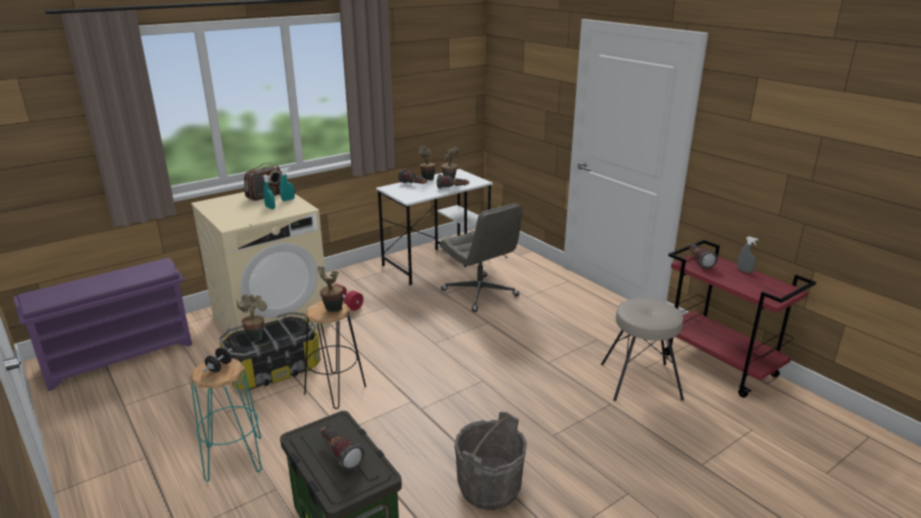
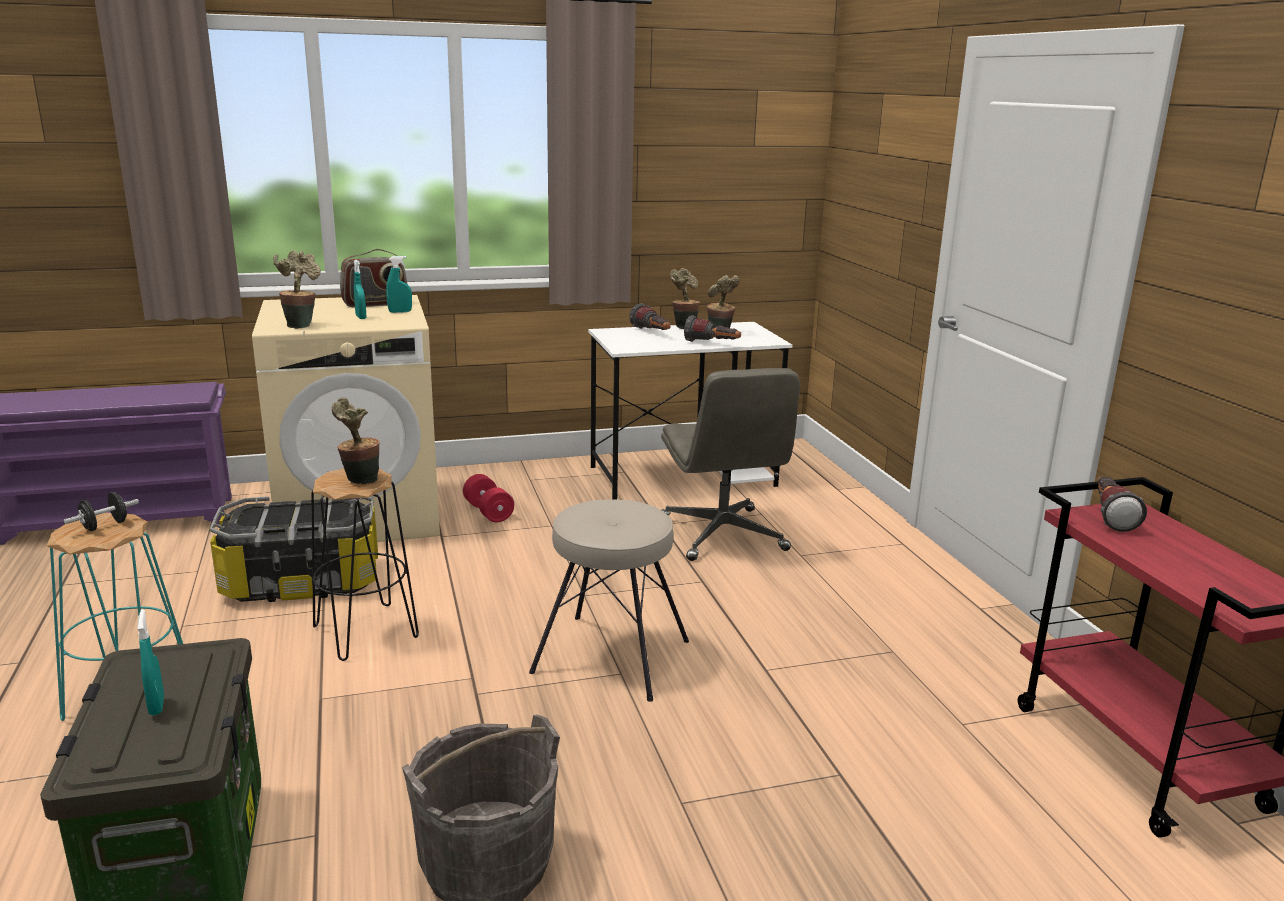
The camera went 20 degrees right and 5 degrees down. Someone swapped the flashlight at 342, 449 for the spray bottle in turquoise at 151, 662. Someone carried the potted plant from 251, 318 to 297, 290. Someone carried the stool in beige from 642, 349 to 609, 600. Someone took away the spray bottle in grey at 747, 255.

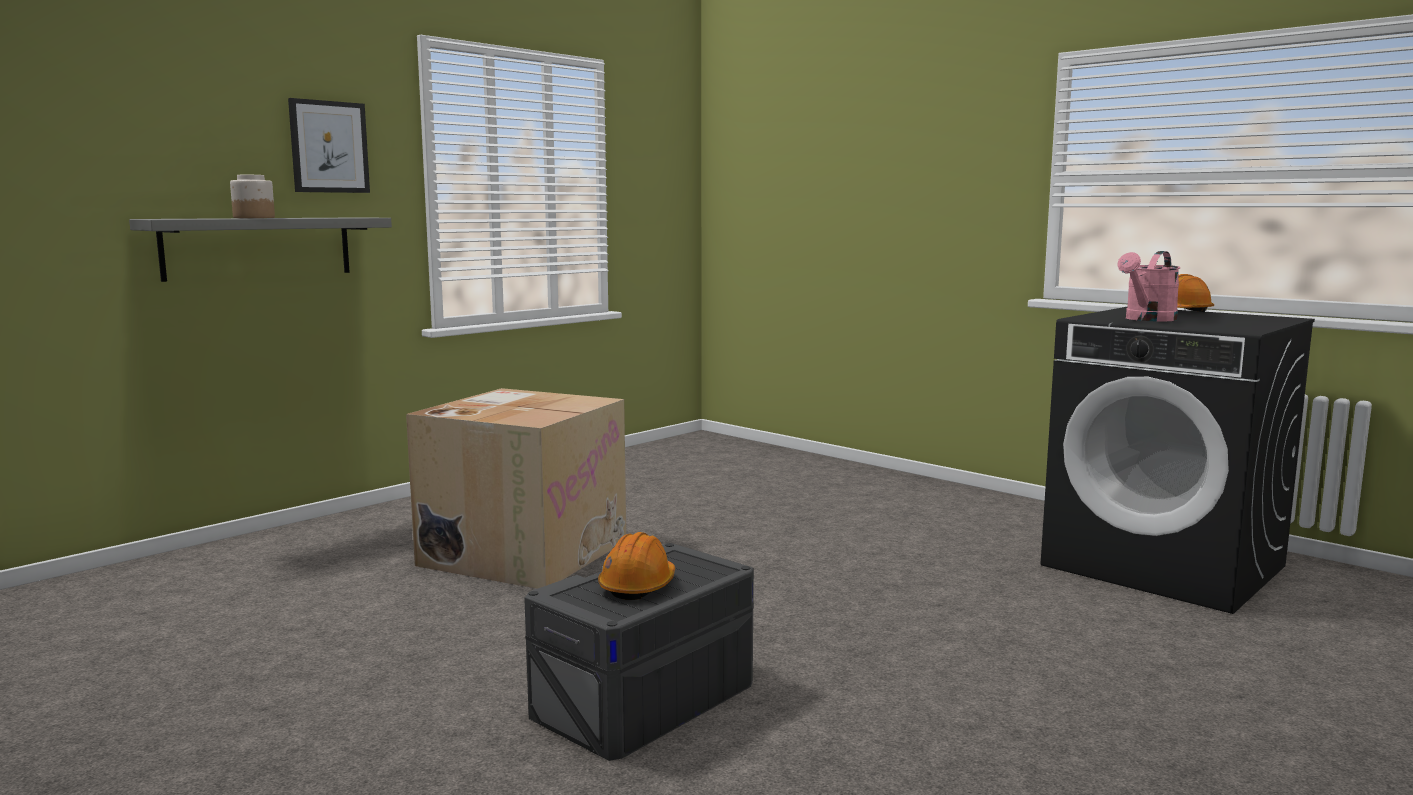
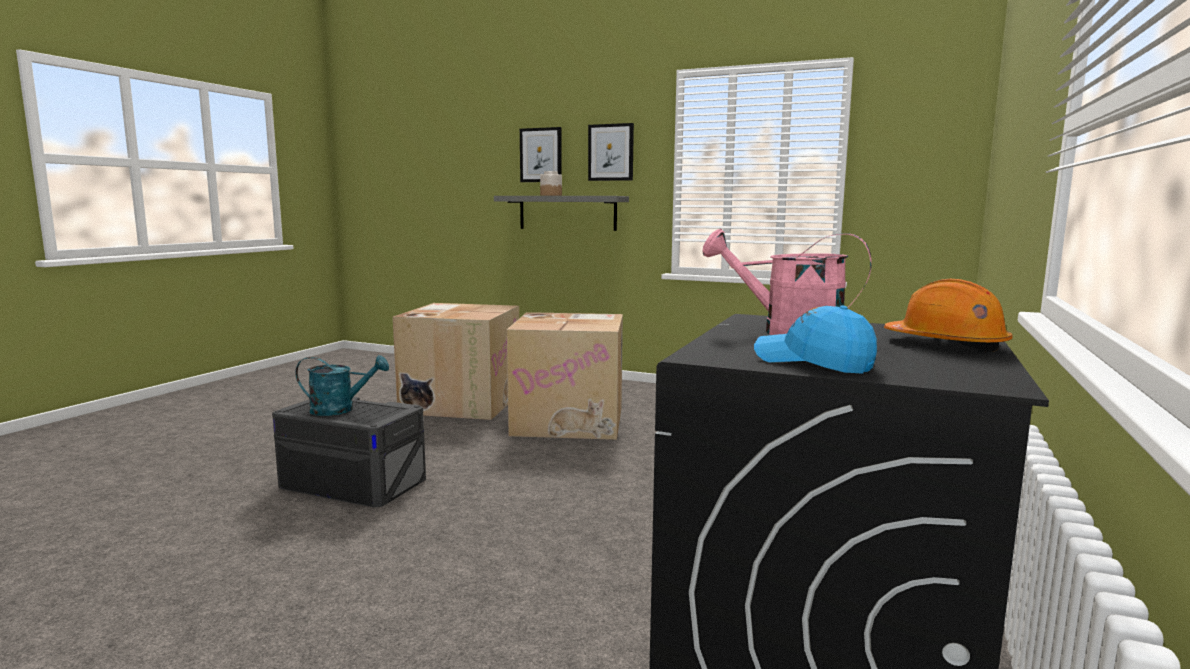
The camera went 70 degrees right and 0 degrees up. Someone swapped the hard hat in orange at 636, 566 for the watering can in turquoise at 342, 385. Someone put down the cardboard box at 456, 361. Someone put up the picture at 541, 154. Someone put down the cap in blue at 815, 339.

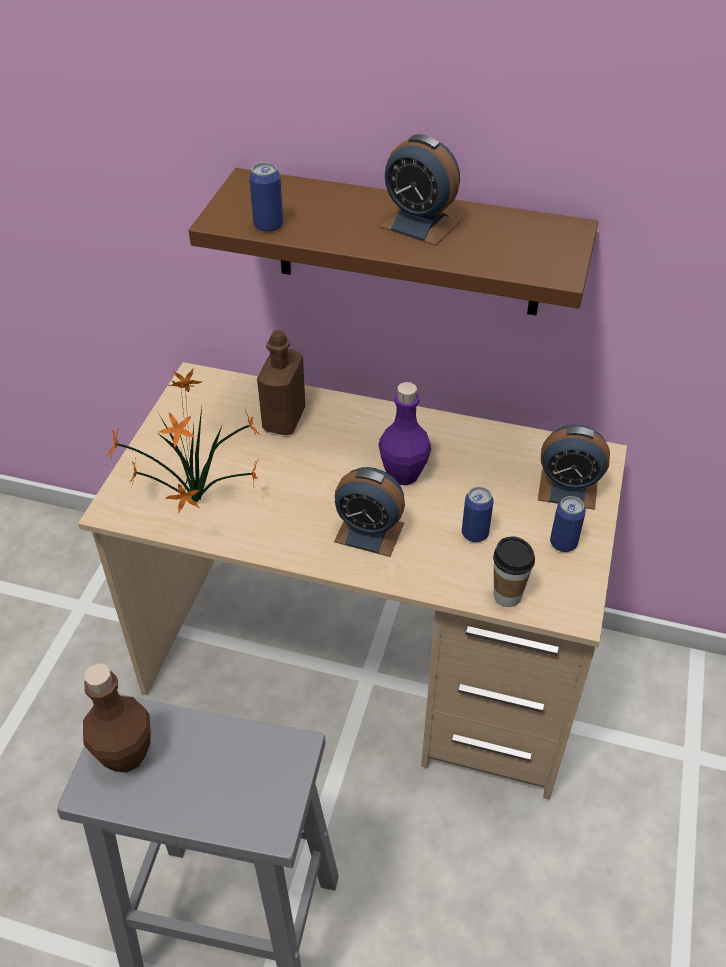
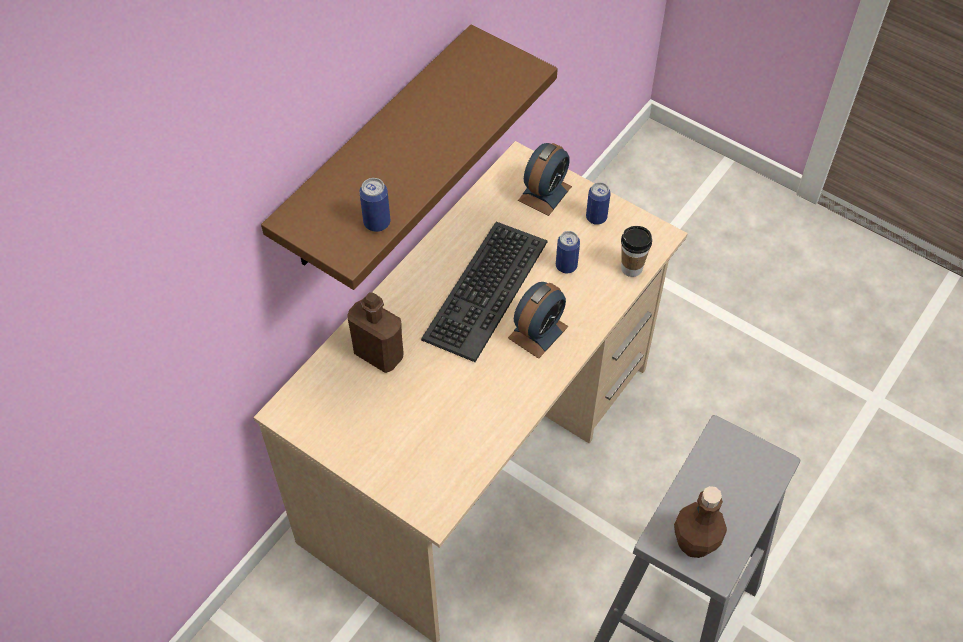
The camera went 70 degrees left and 10 degrees up. Someone swapped the bottle in purple at 404, 433 for the keyboard at 484, 292. Someone took away the potted plant at 183, 441. Someone took away the alarm clock at 420, 190.

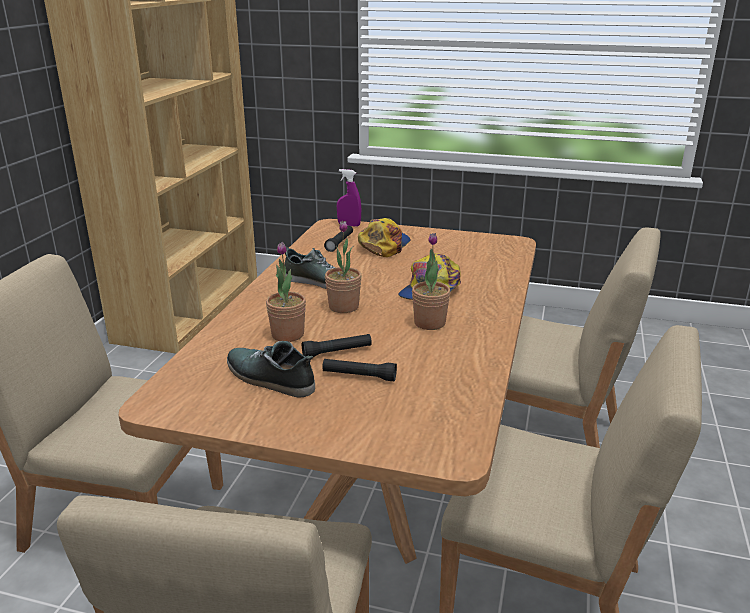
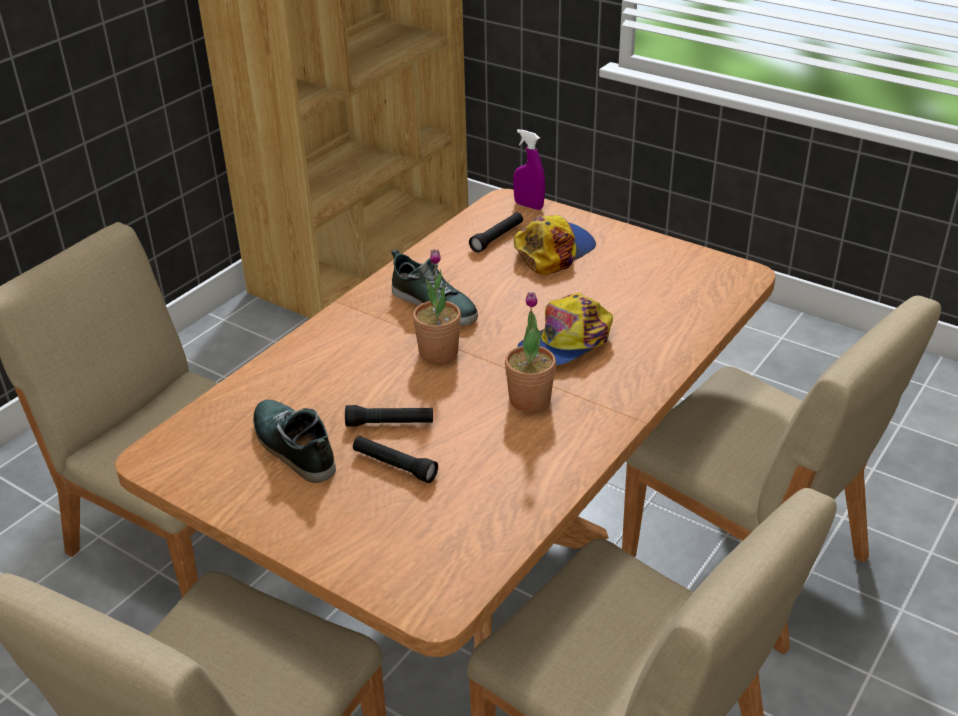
The camera went 20 degrees right and 10 degrees up. Someone took away the potted plant at 286, 292.

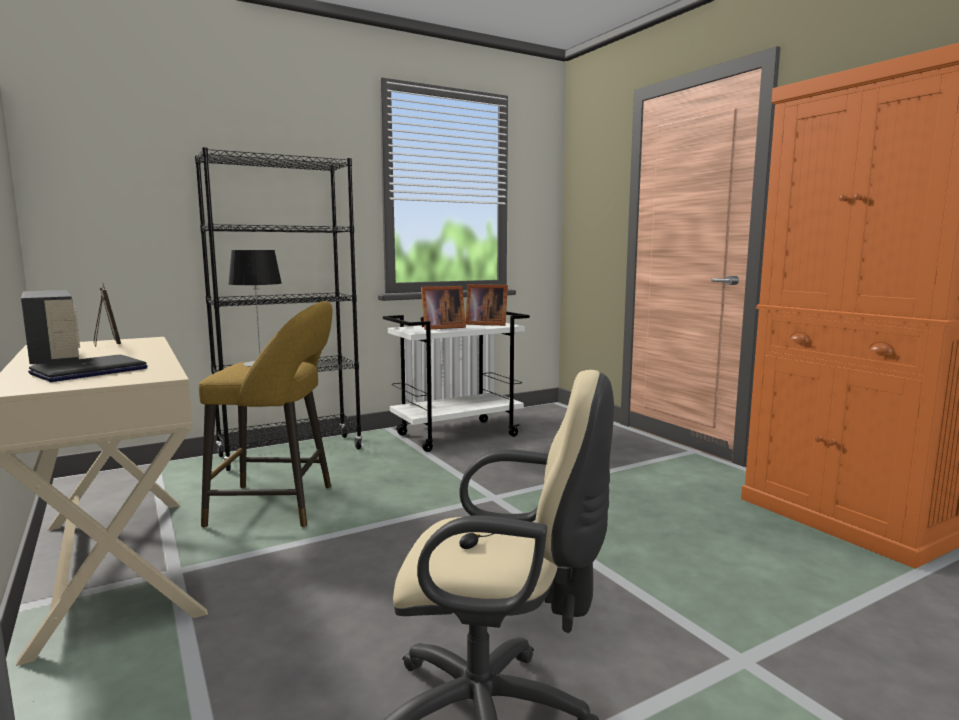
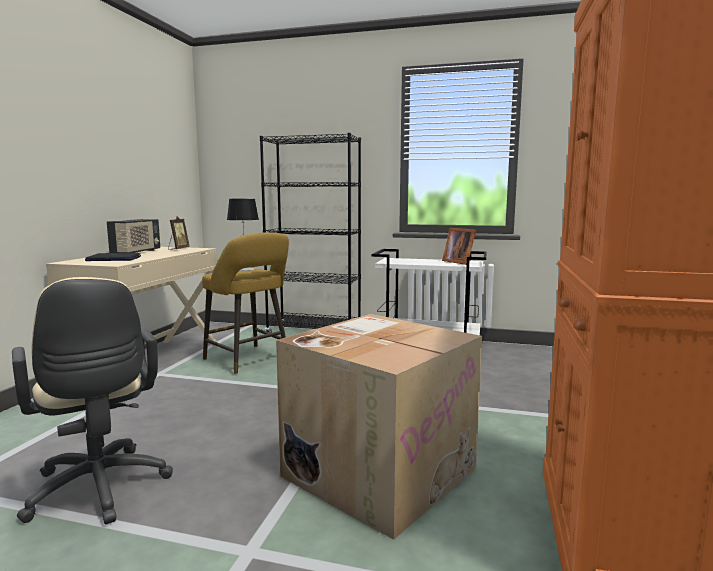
The camera went 45 degrees right and 0 degrees up. Someone put down the cardboard box at 379, 427. Someone took away the picture frame at 443, 308.

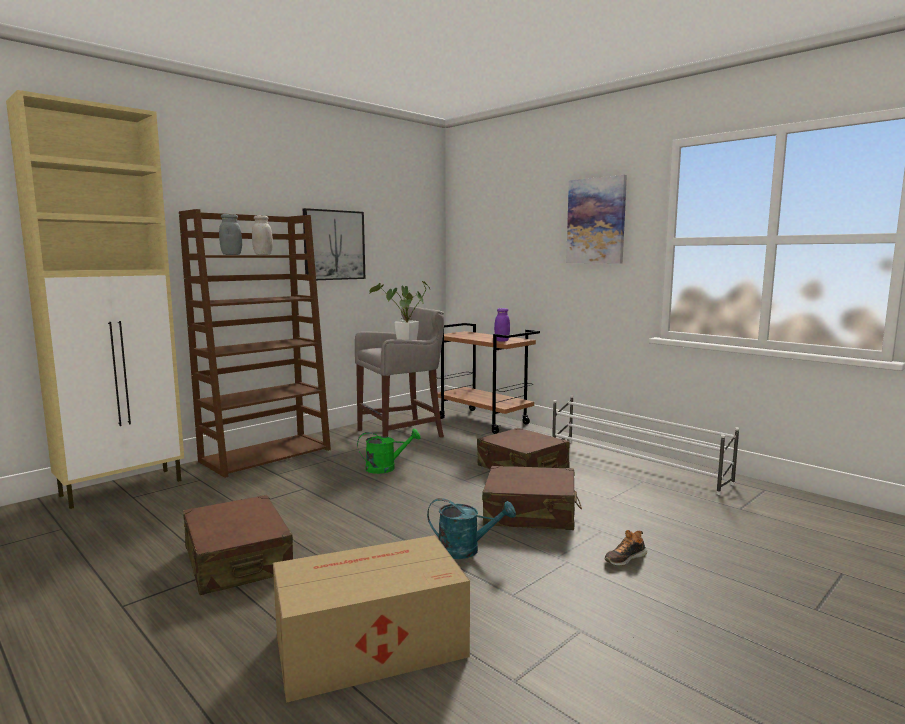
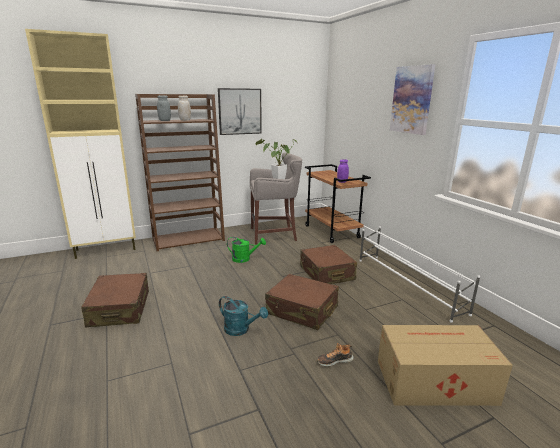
The camera went 20 degrees right and 10 degrees up. Someone carried the cardboard box from 371, 619 to 445, 365.

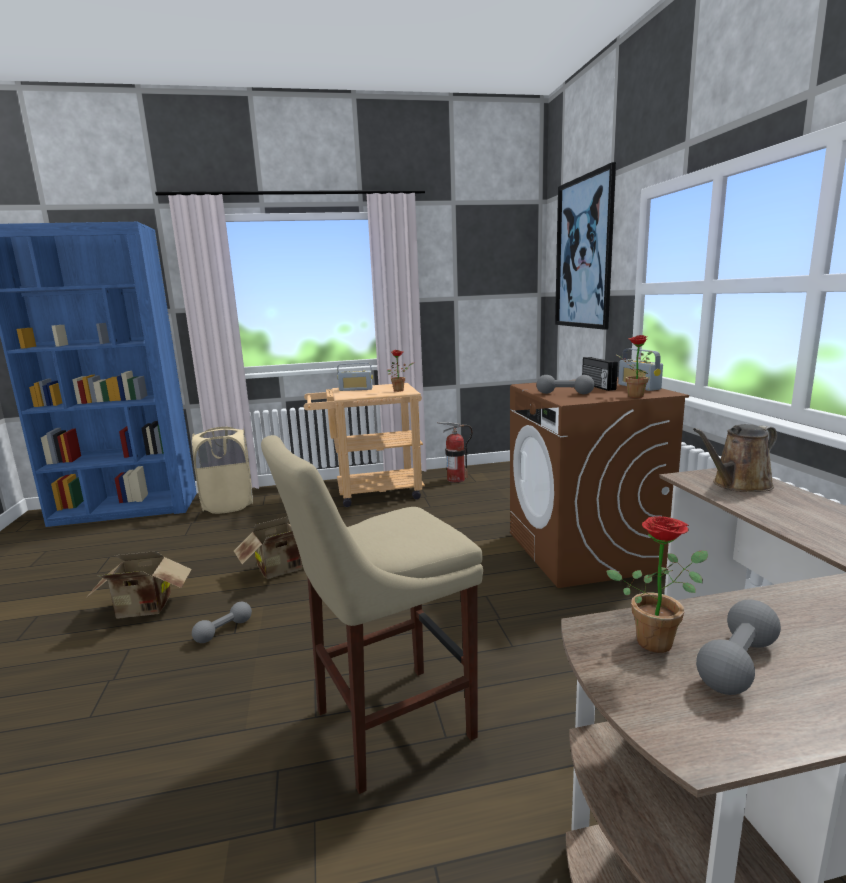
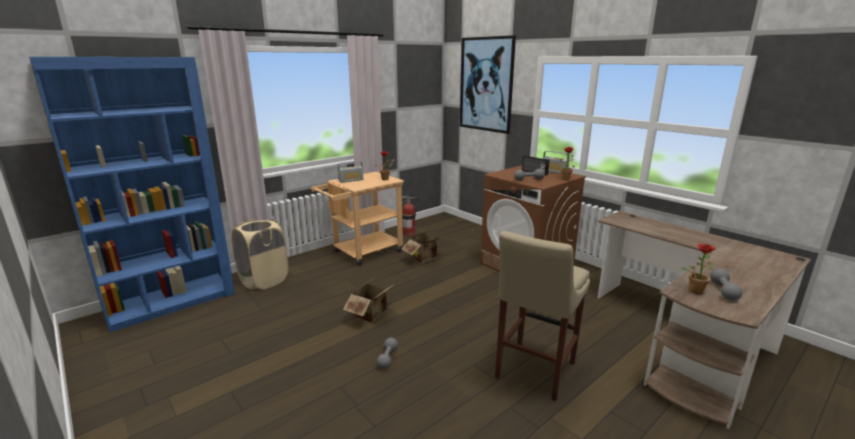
The camera went 30 degrees left and 5 degrees up. Someone carried the cardboard box from 138, 585 to 422, 247. Someone took away the watering can in brown at 735, 458.

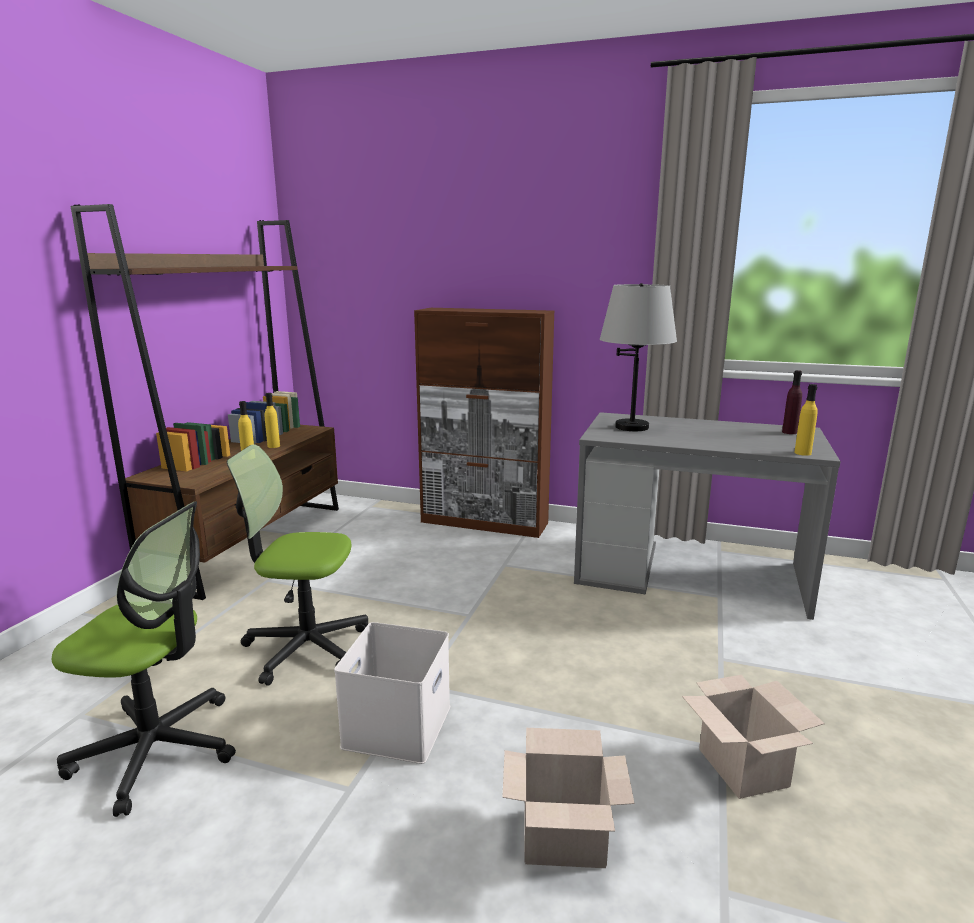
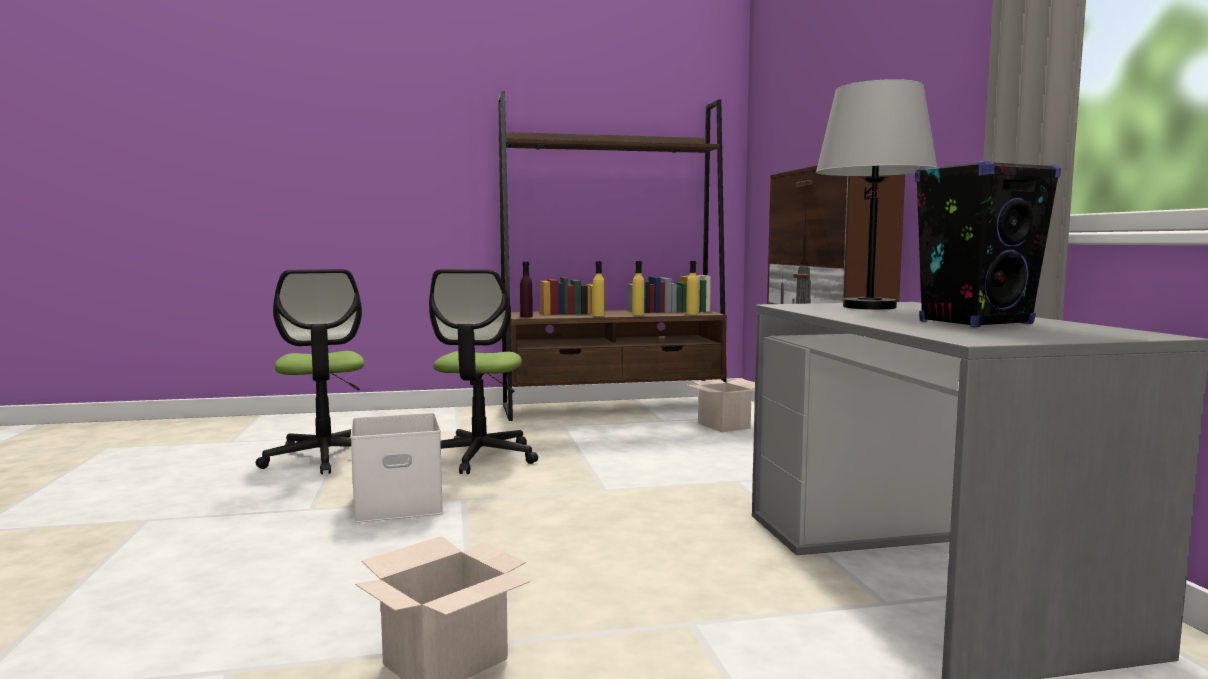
The camera went 60 degrees right and 10 degrees down. Someone rotated the office chair at 297, 565 by 150 degrees counterclockwise. Someone carried the bottle in purple from 792, 402 to 526, 290. Someone carried the bottle in yellow from 805, 420 to 692, 288. Someone carried the cardboard box from 568, 798 to 721, 405. Someone put down the speaker in black at 988, 244.

